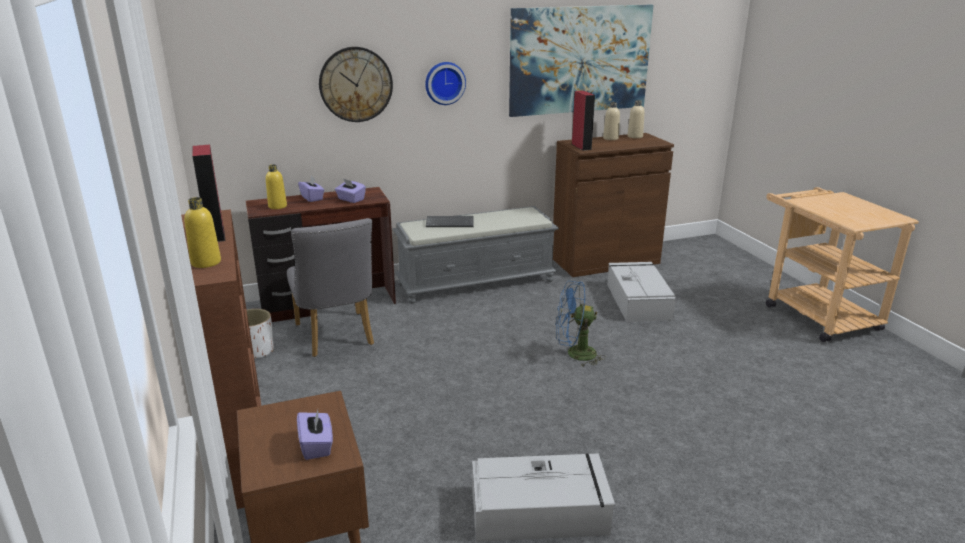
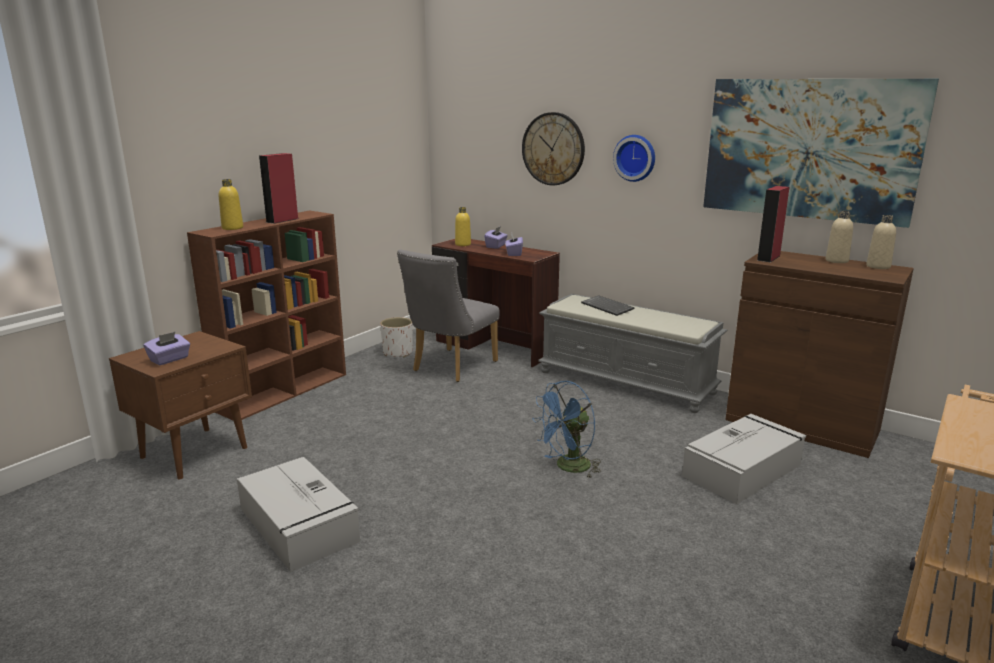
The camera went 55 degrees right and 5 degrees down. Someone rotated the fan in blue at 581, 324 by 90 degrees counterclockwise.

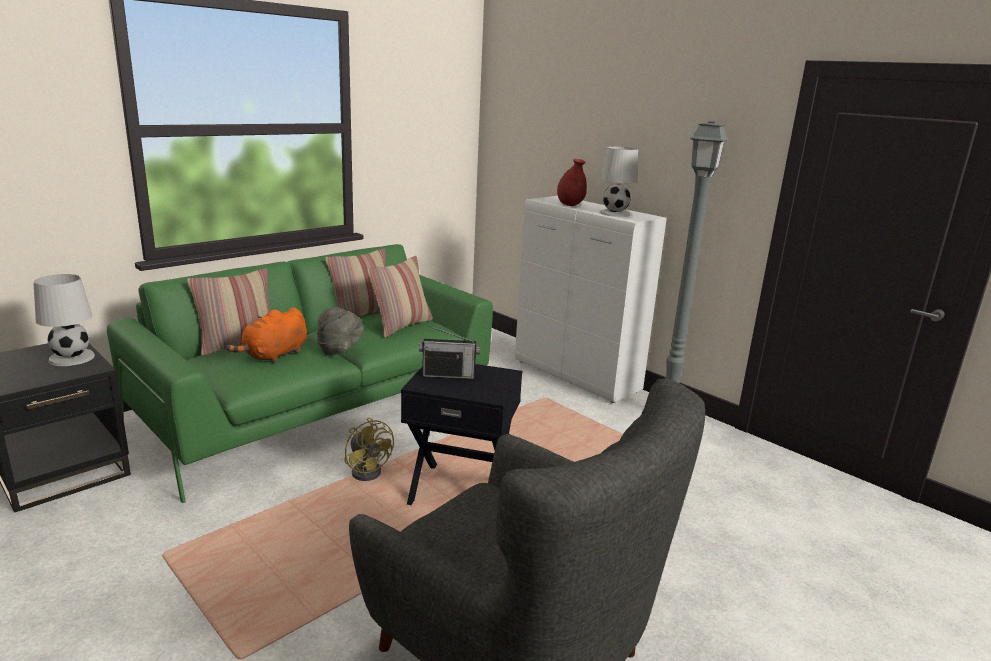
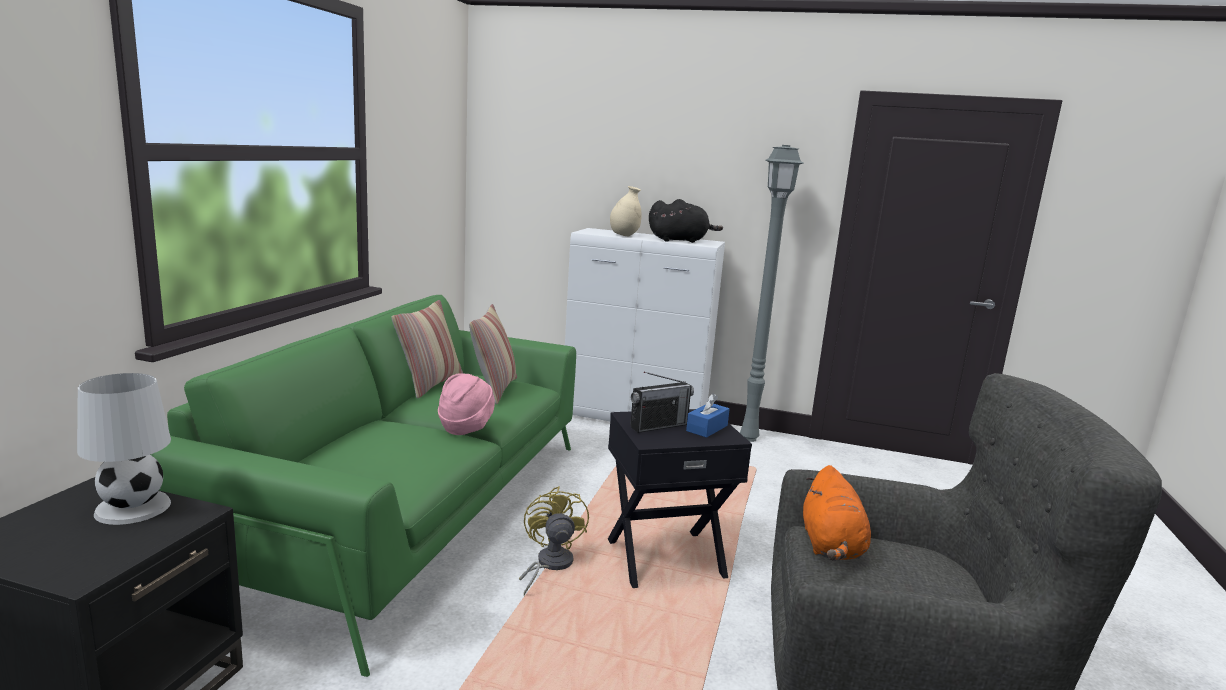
The camera went 30 degrees left and 5 degrees down. Someone repainted the hat in grey at 340, 331, which became the hat in pink at 466, 404. Someone rotated the fan in yellow at 369, 449 by 120 degrees counterclockwise. Someone repainted the vase in red at 572, 182, which became the vase in beige at 625, 211. Someone swapped the table lamp in white at 618, 181 for the plush toy in black at 686, 221. Someone put down the tissue box in blue at 708, 415. Someone carried the plush toy in orange from 266, 335 to 837, 513. Someone took away the pillow at 229, 311.

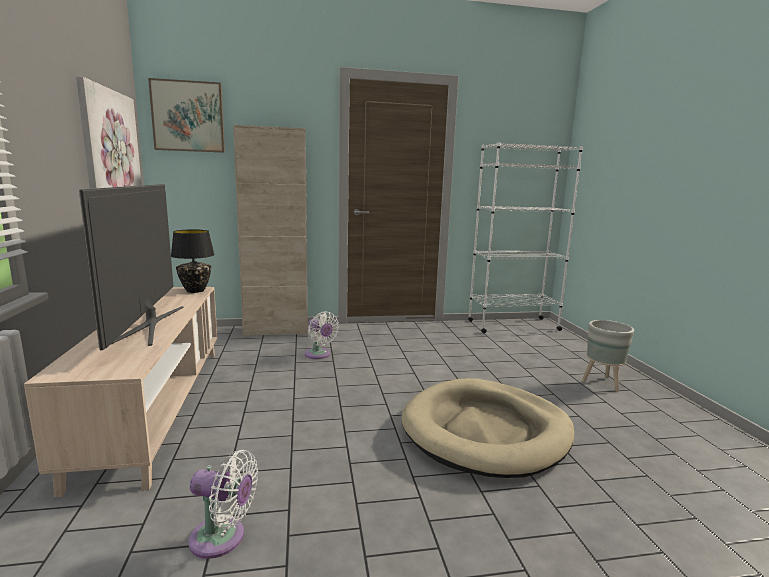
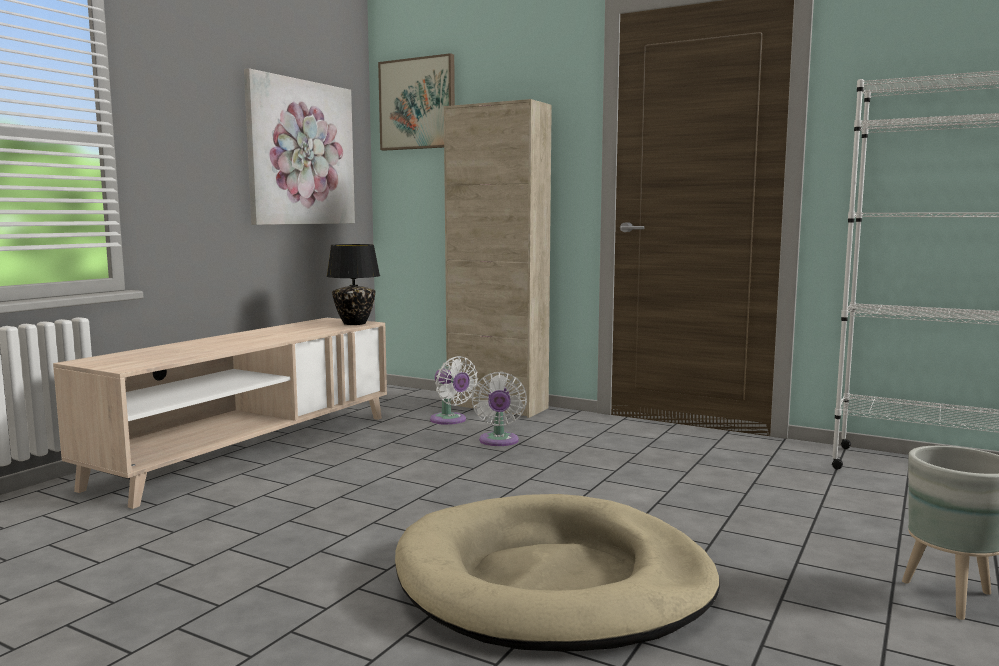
The camera went 40 degrees right and 5 degrees down. Someone carried the fan in white from 223, 504 to 454, 390. Someone took away the television at 131, 267.

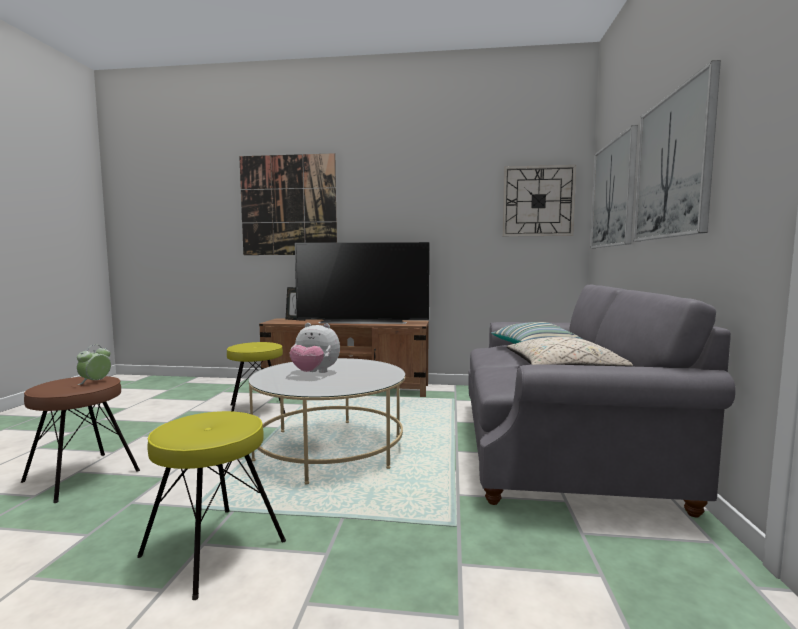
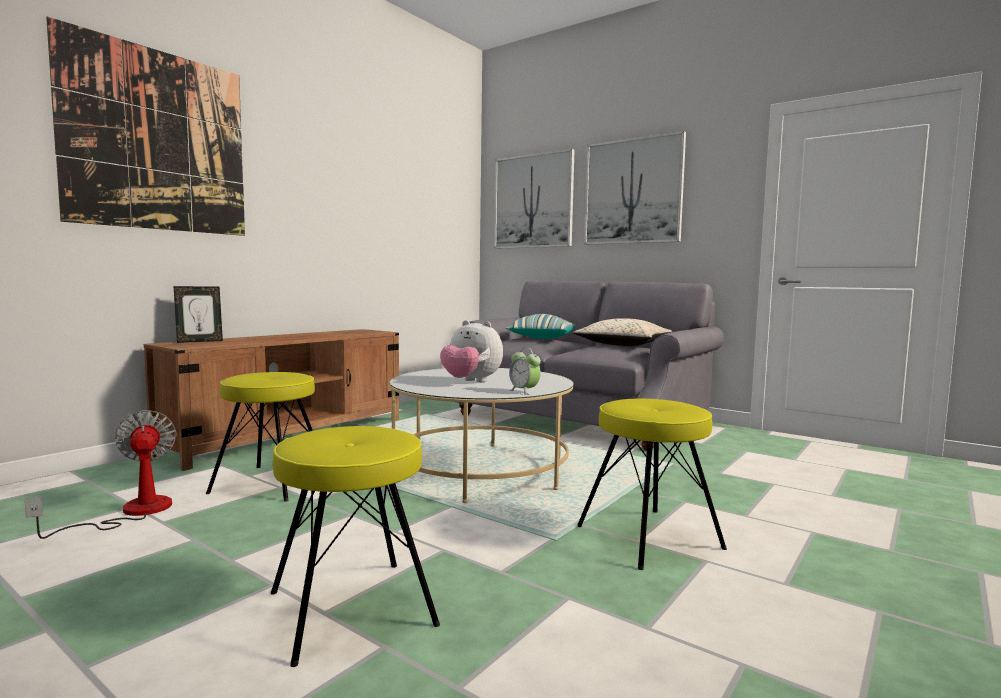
The camera went 60 degrees left and 0 degrees up. Someone put down the fan at 101, 474. Someone repainted the stool in brown at 80, 439, which became the stool in yellow at 355, 546. Someone rotated the plush toy at 314, 348 by 75 degrees clockwise. Someone carried the alarm clock from 94, 365 to 525, 371. Someone took away the television at 362, 283. Someone took away the wall clock at 539, 200.

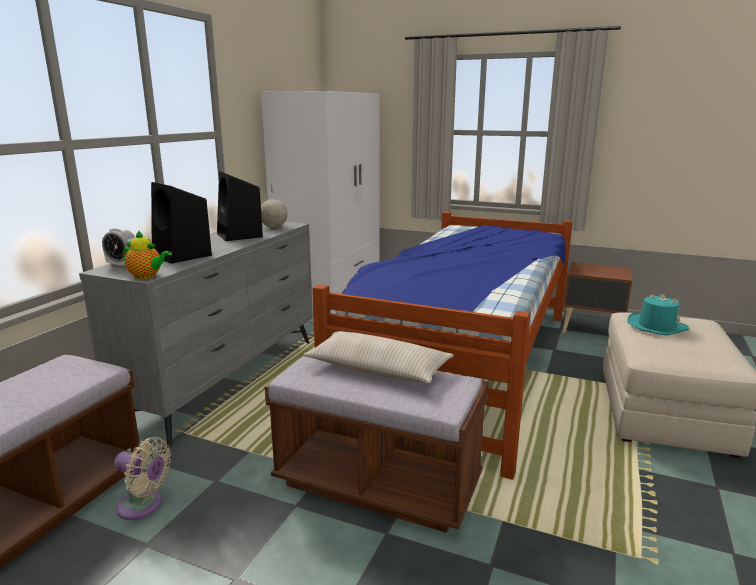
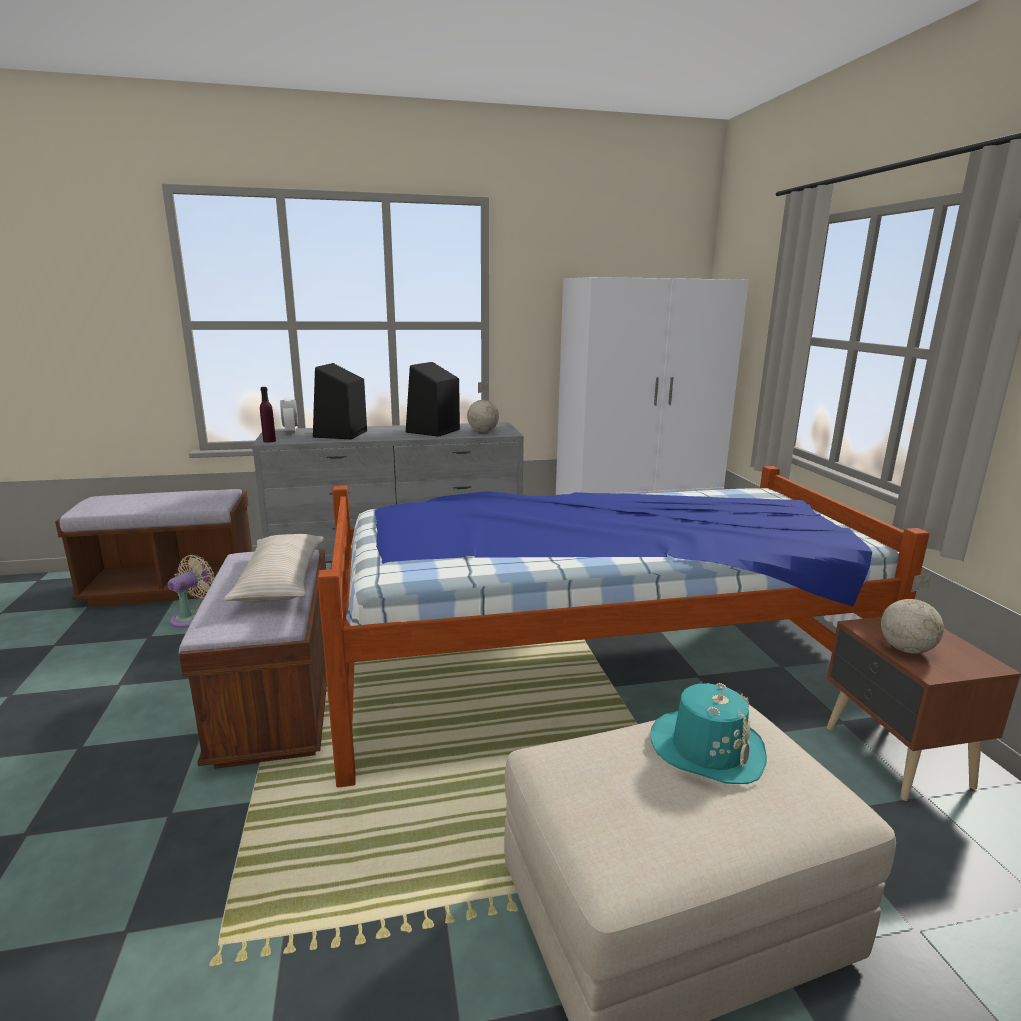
The camera went 55 degrees right and 0 degrees up. Someone rotated the fan in beige at 142, 478 by 135 degrees counterclockwise. Someone swapped the teapot at 147, 254 for the bottle in purple at 268, 414. Someone put down the globe at 912, 613.

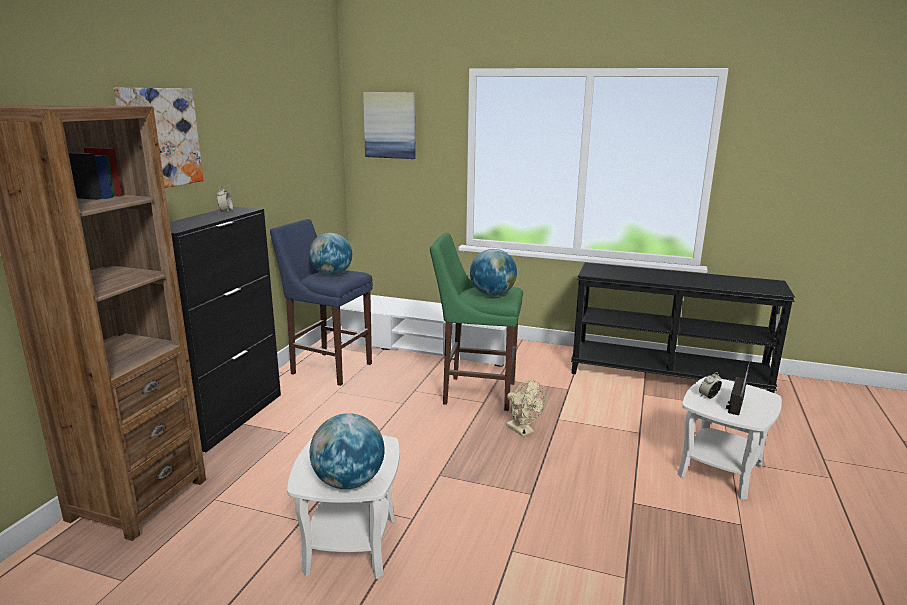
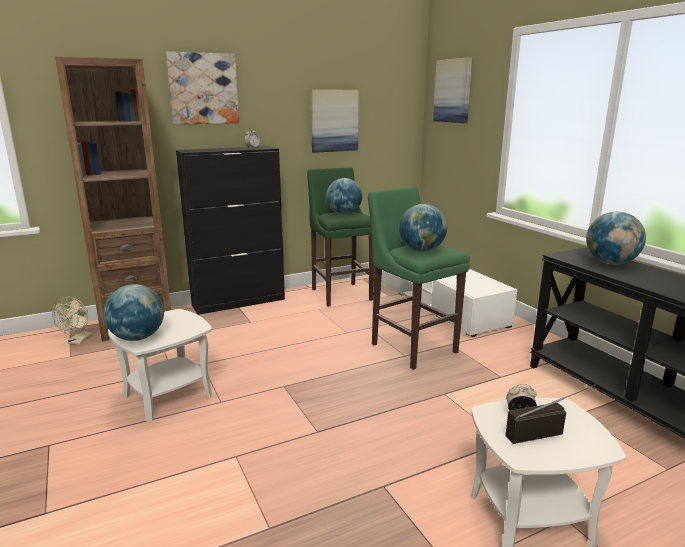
The camera went 45 degrees right and 0 degrees up. Someone carried the fan in beige from 525, 408 to 72, 321. Someone repainted the stool in blue at 321, 302, which became the stool in green at 340, 237. Someone put up the picture at 335, 121. Someone put down the globe at 616, 238.

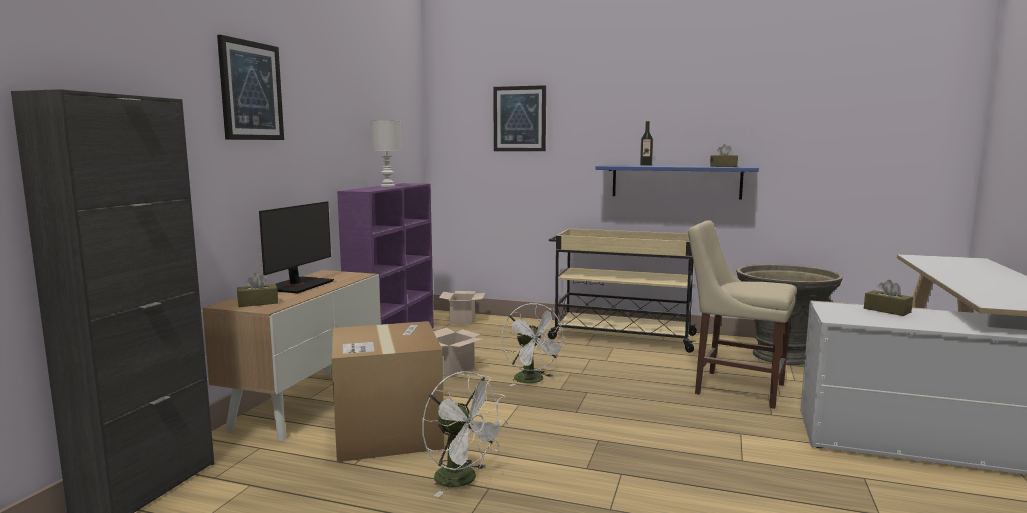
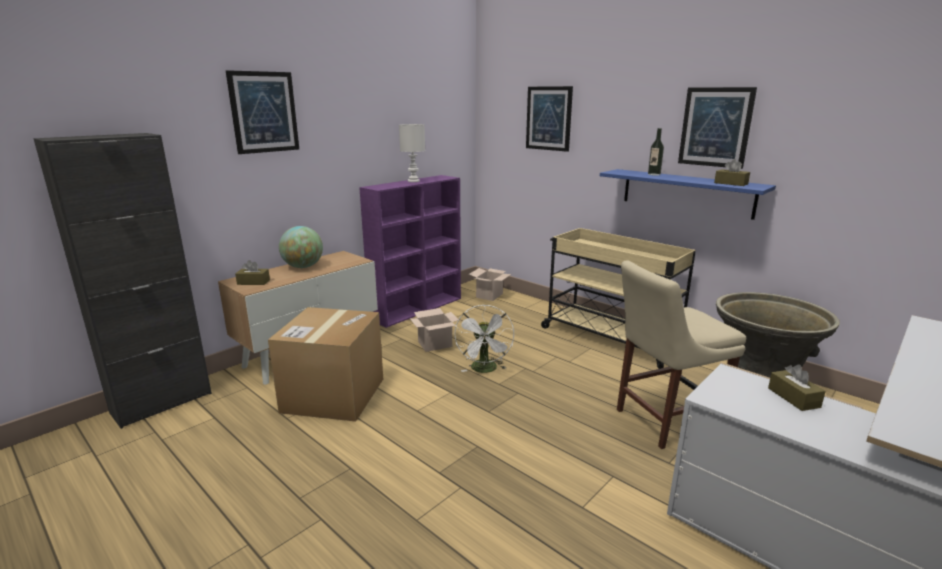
The camera went 25 degrees right and 10 degrees up. Someone swapped the monitor at 296, 247 for the globe at 301, 247. Someone rotated the chair in beige at 742, 314 by 75 degrees counterclockwise. Someone put up the picture at 717, 128. Someone took away the fan in white at 465, 434.

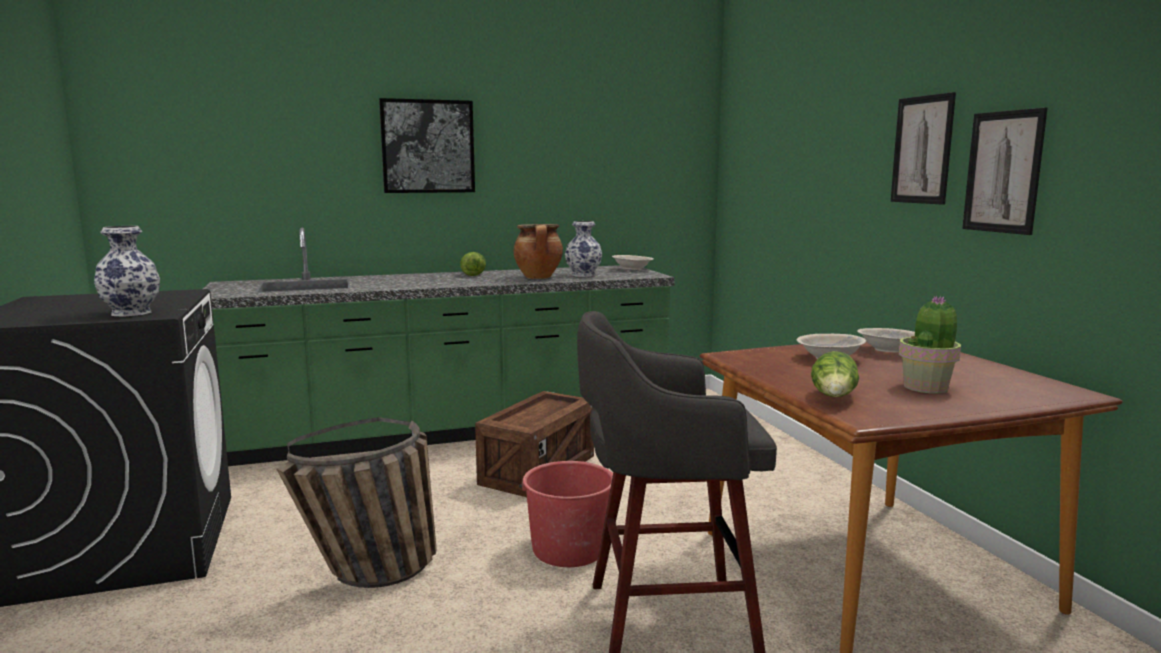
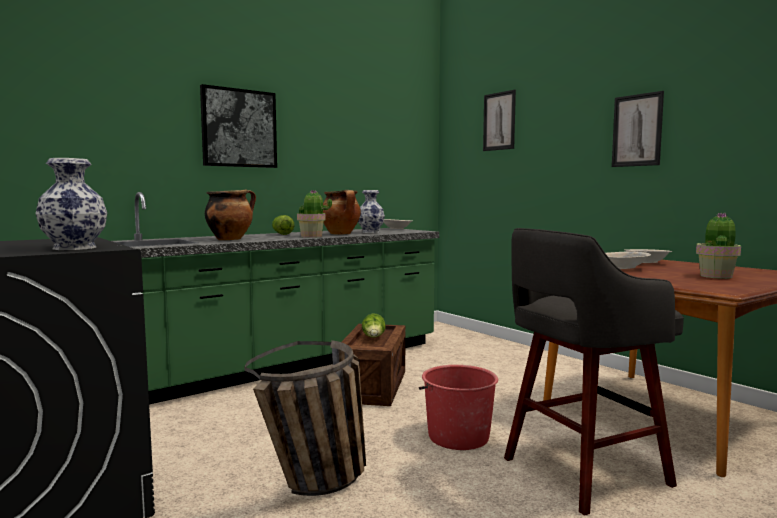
The camera went 20 degrees left and 5 degrees down. Someone put down the cooking pot at 230, 215. Someone put down the potted plant at 314, 214. Someone carried the lettuce from 835, 374 to 374, 326. Someone carried the picture from 1005, 171 to 499, 120.

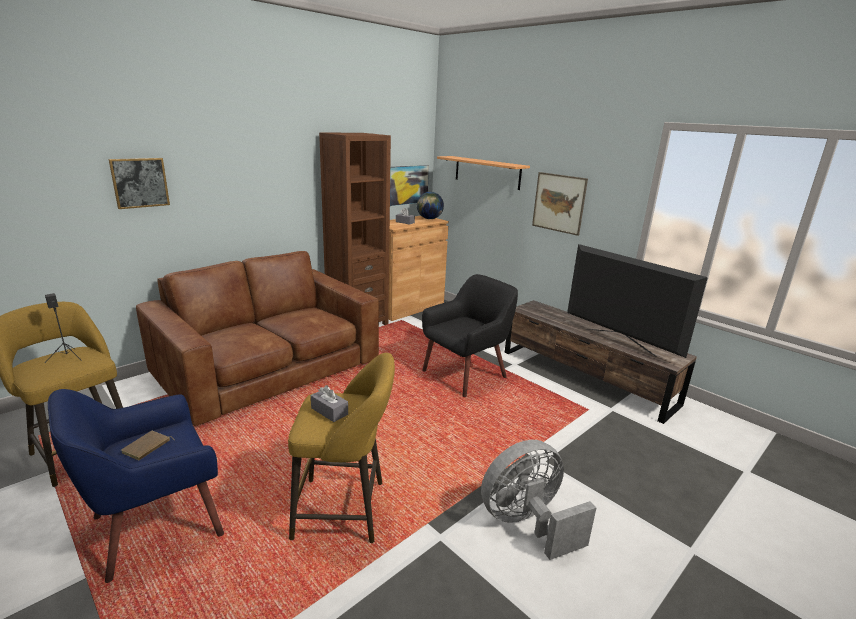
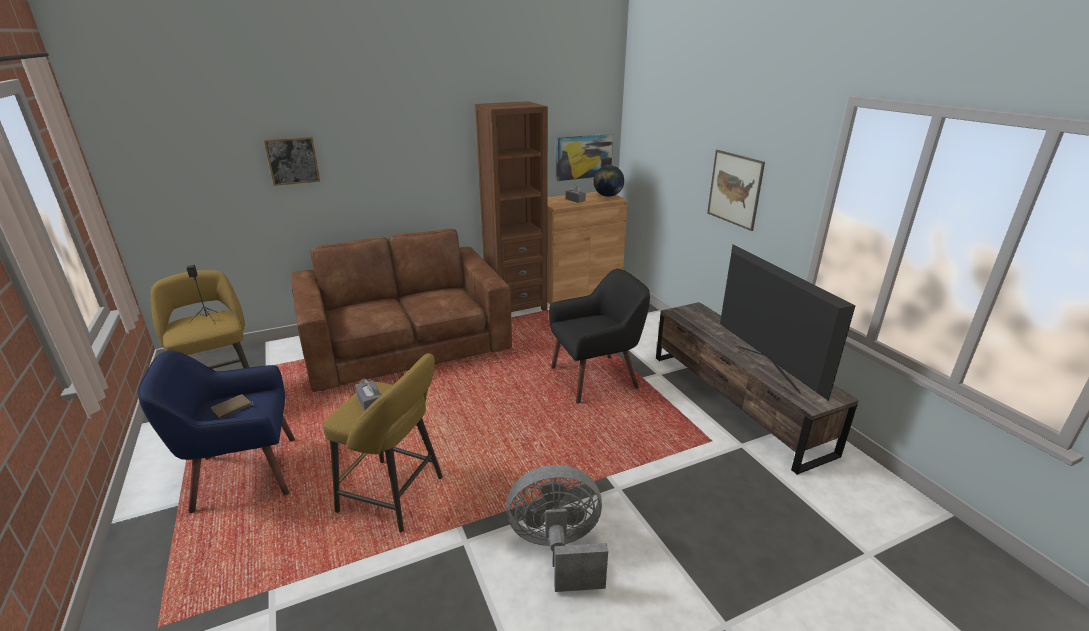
The camera went 20 degrees right and 5 degrees up. Someone took away the shelf at 483, 173.

